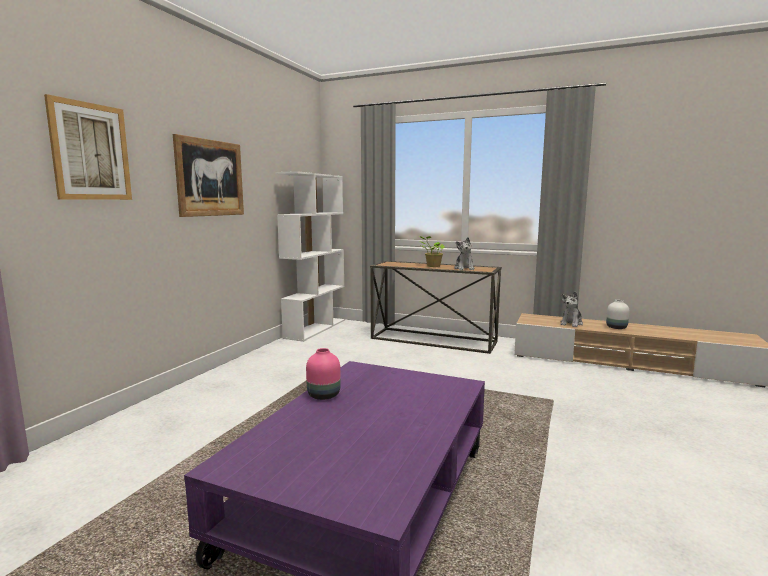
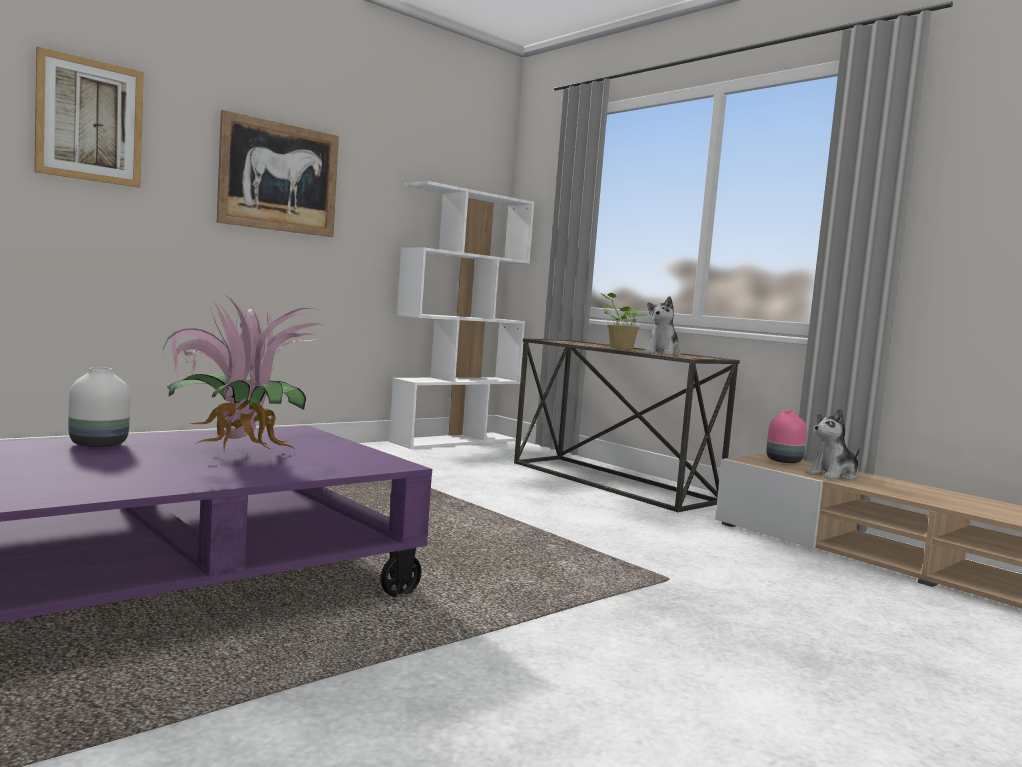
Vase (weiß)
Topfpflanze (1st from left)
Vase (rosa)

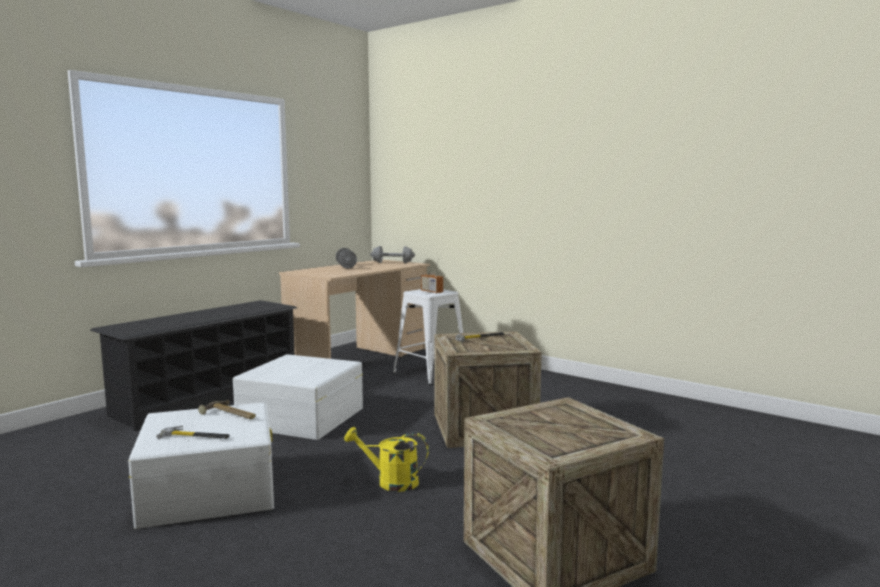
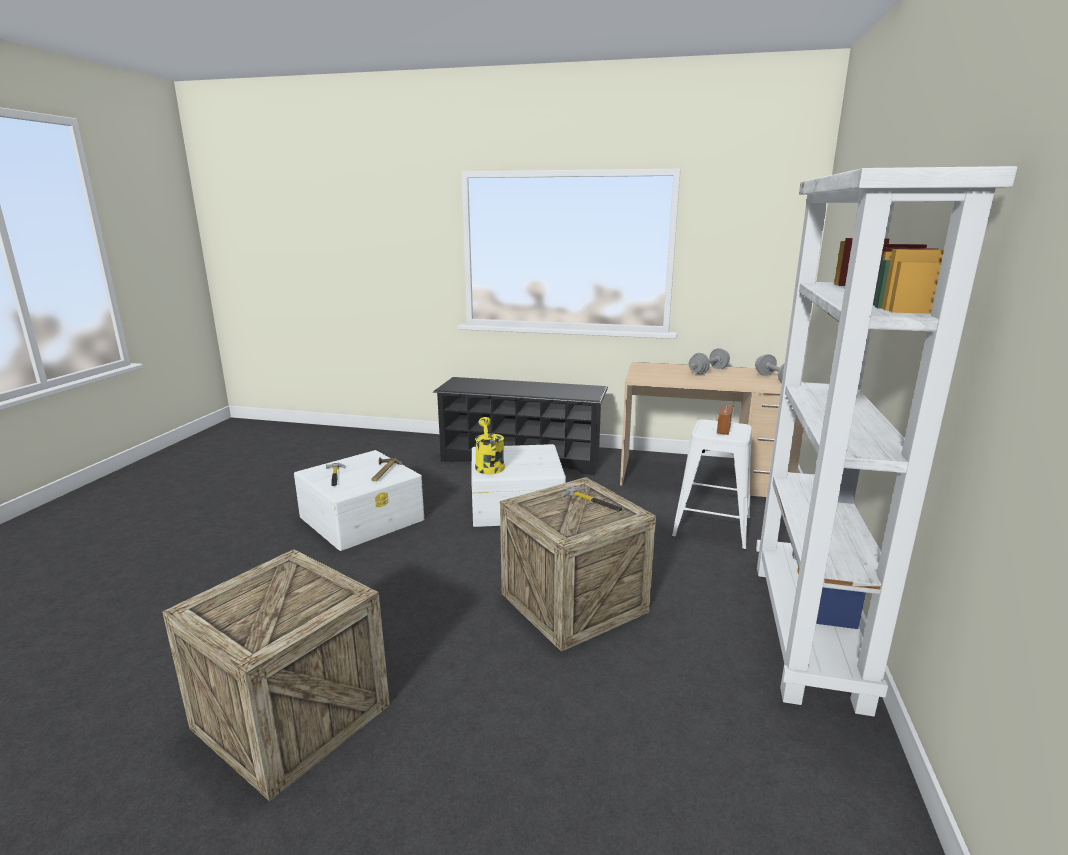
Gießkanne (gelb)
Bücherregal (weiß)

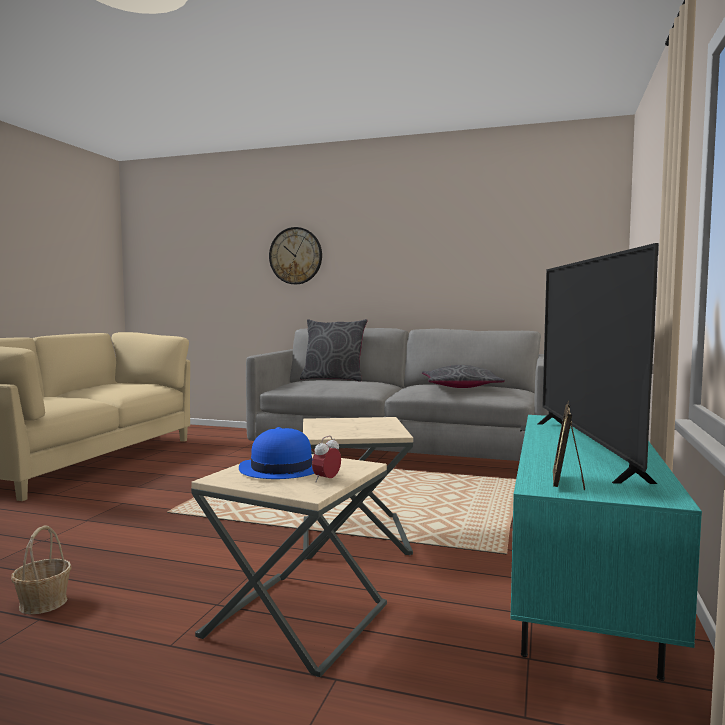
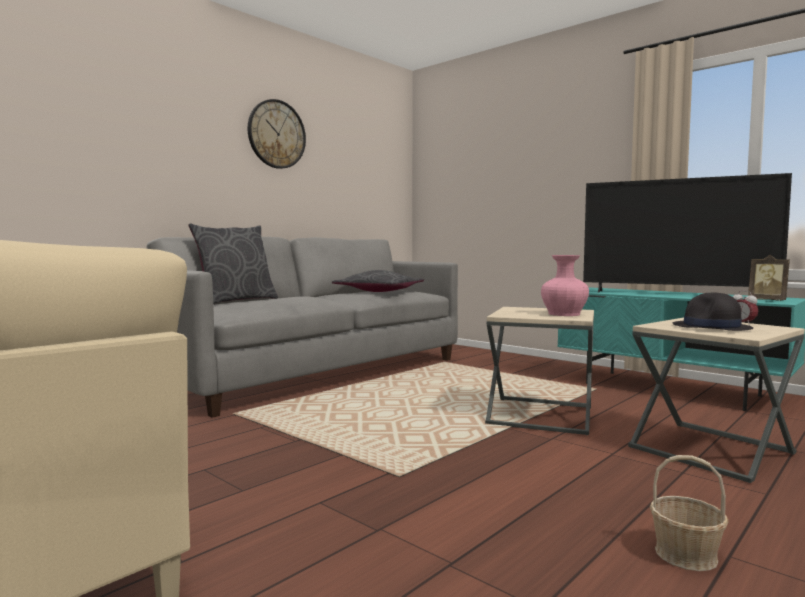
Wanduhr
Vase (rosa)
Hut (schwarz)

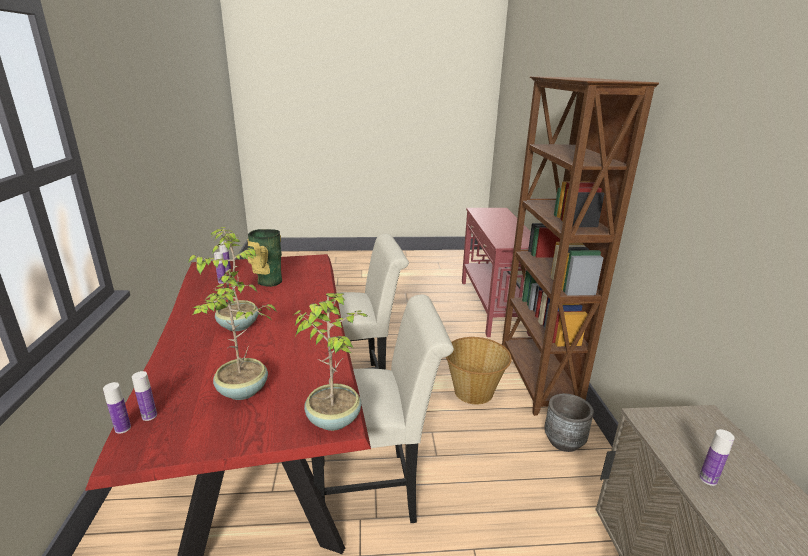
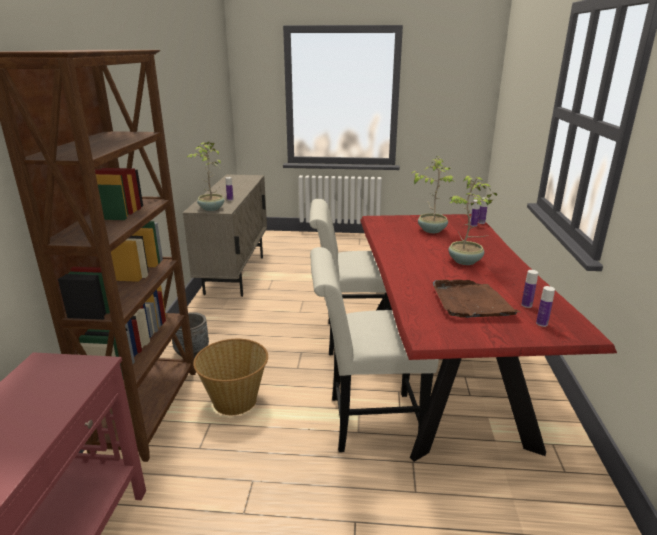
Topfpflanze (1st from left)
Tablett (braun)

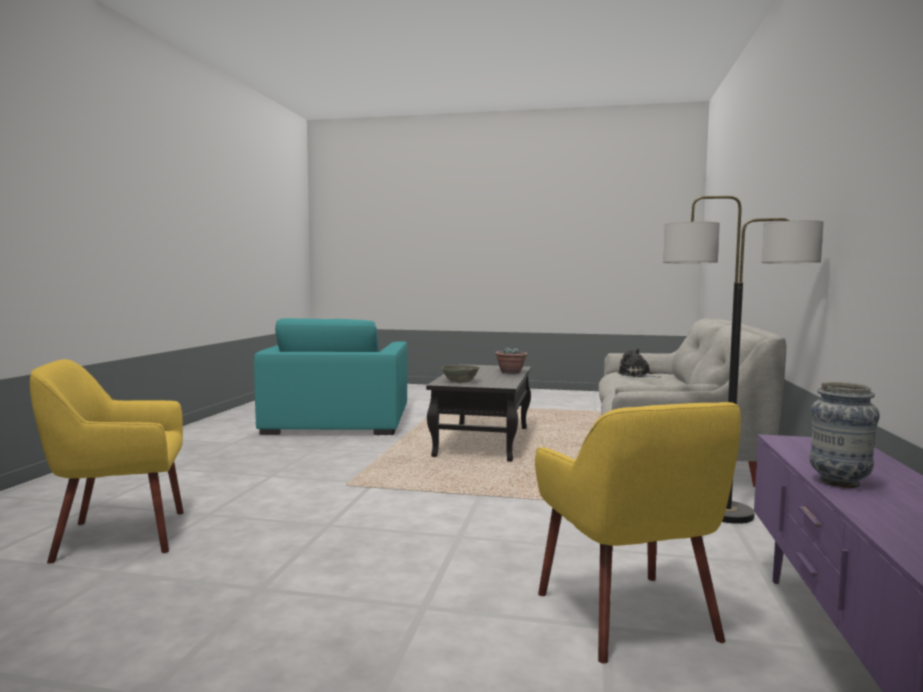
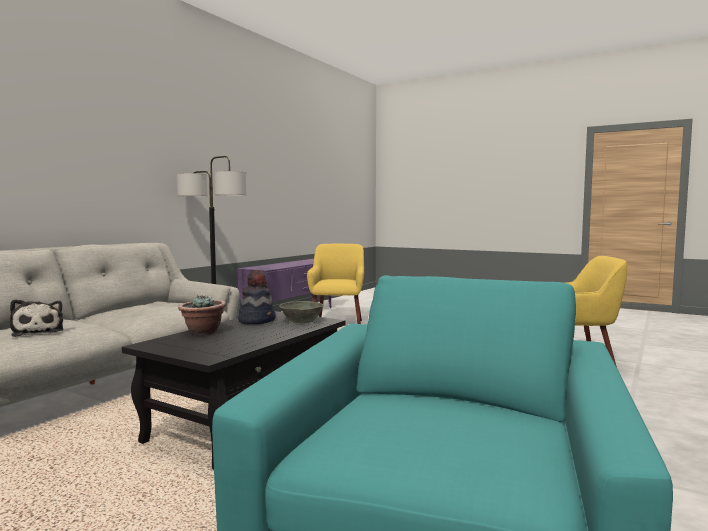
Hut
Vase

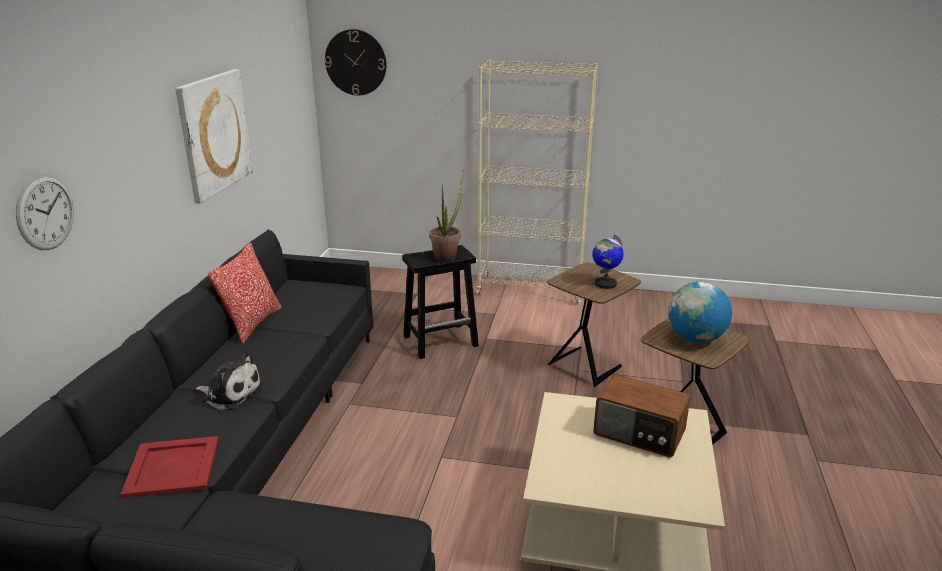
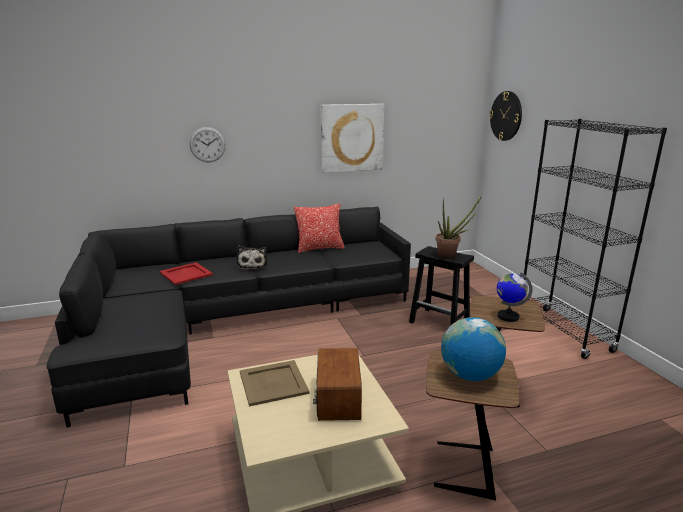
Tablett (beige)
Bücherregal (schwarz)

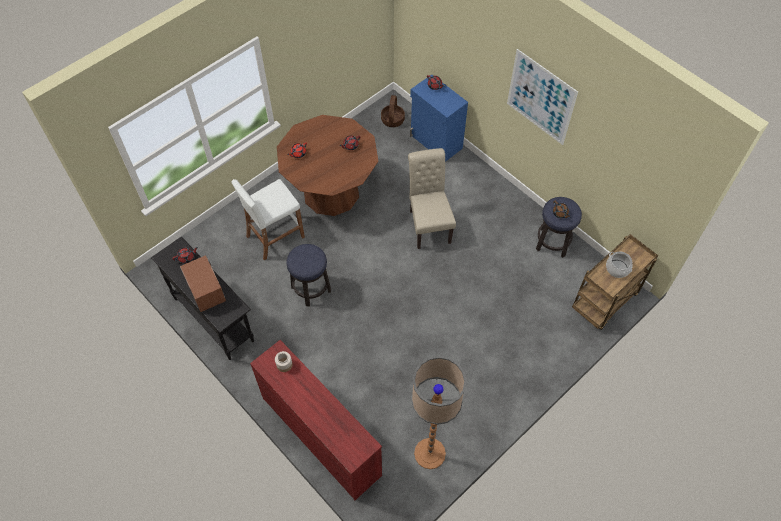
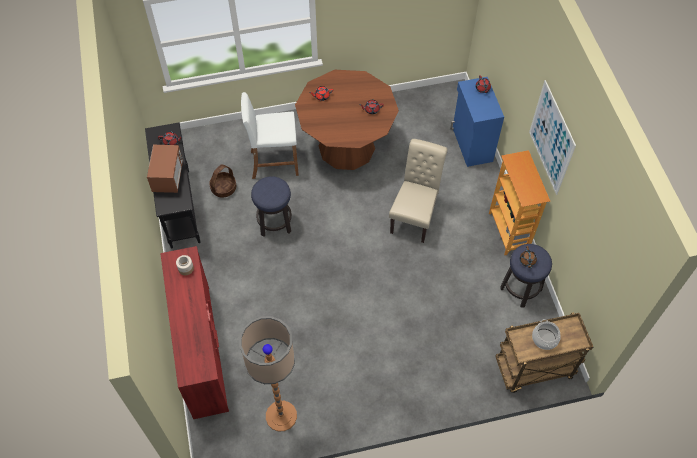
Korb
Bücherregal

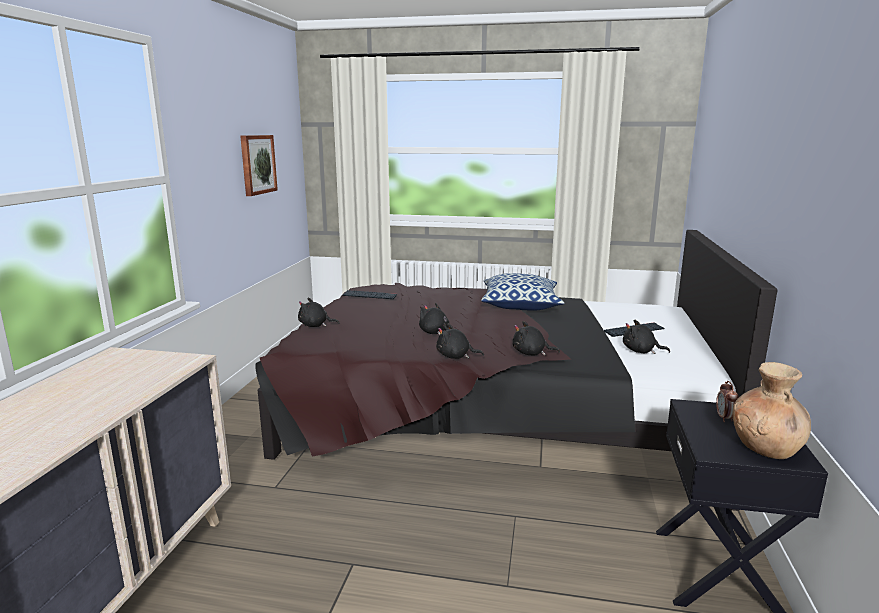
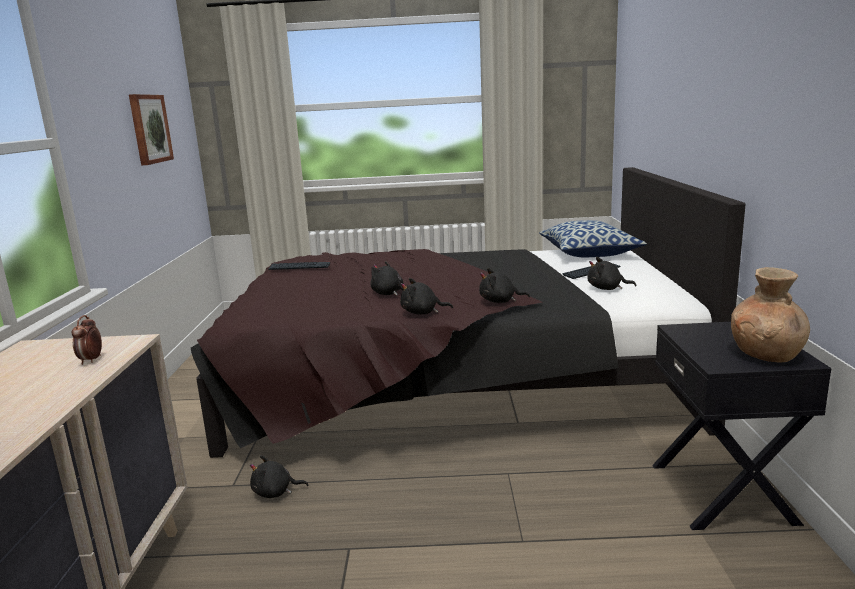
Wecker
Plüschtier (schwarz) (1st from left)
Kissen

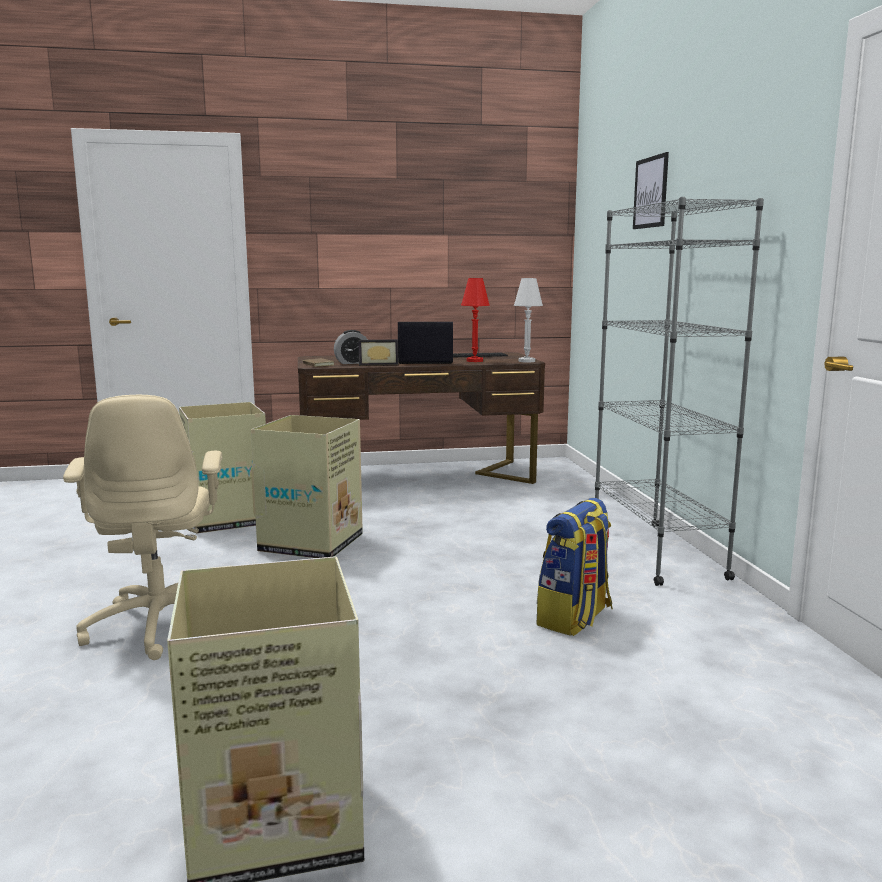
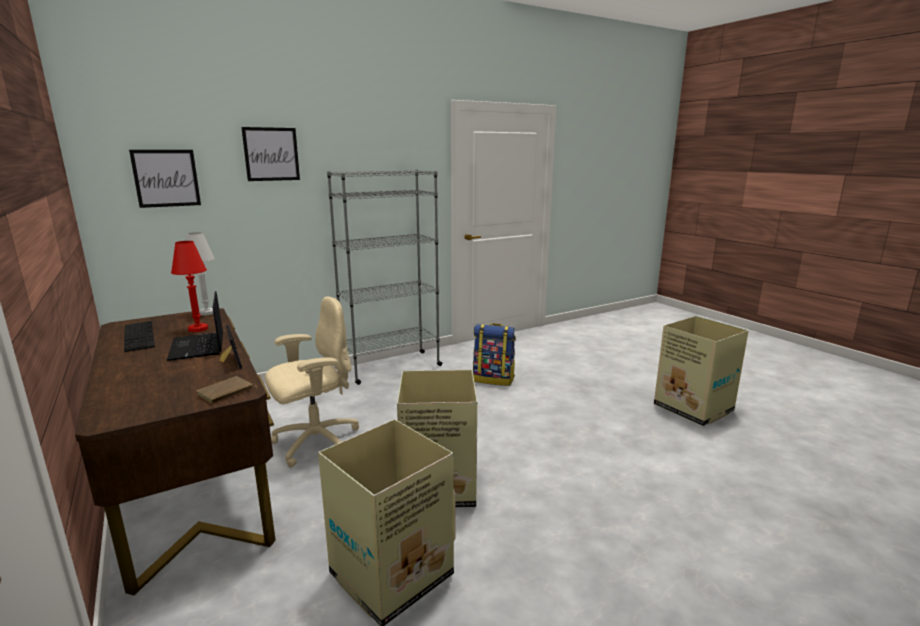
Bild (1st from left)
Bürostuhl (beige)
Wecker

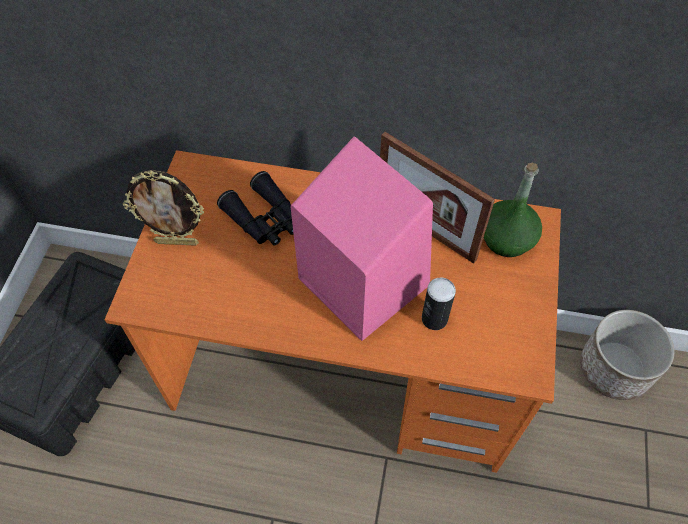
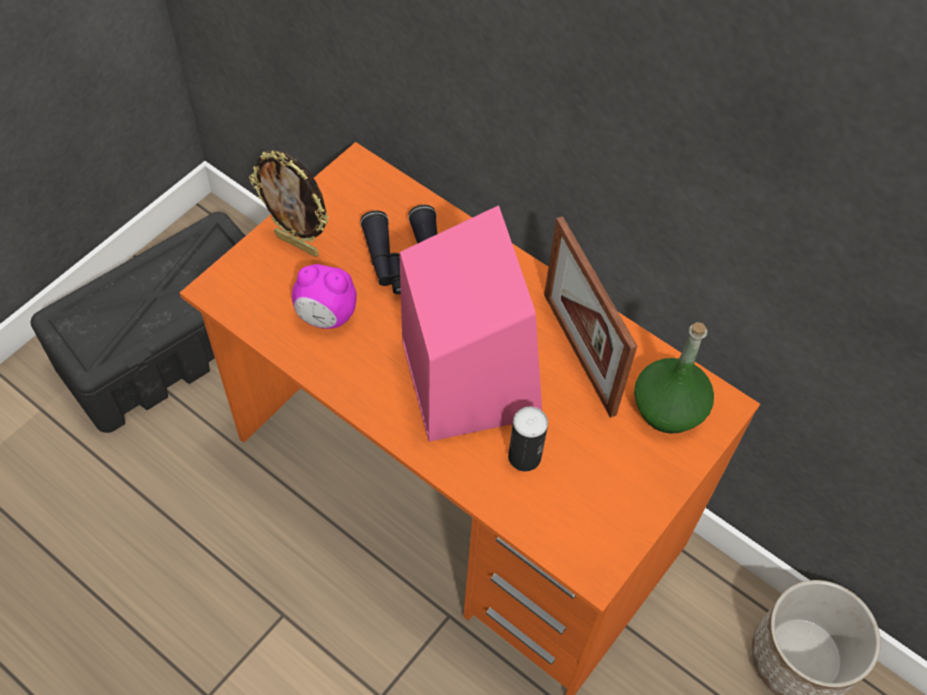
Wecker

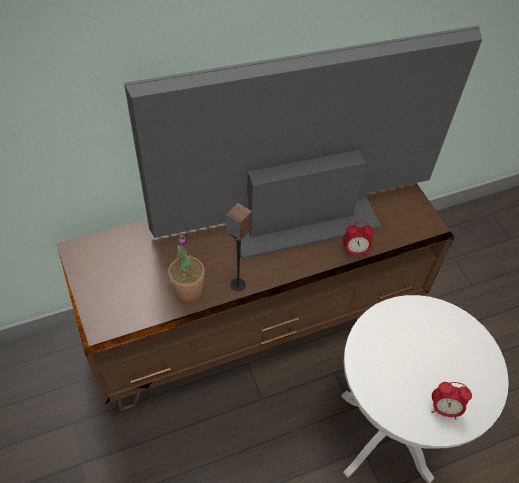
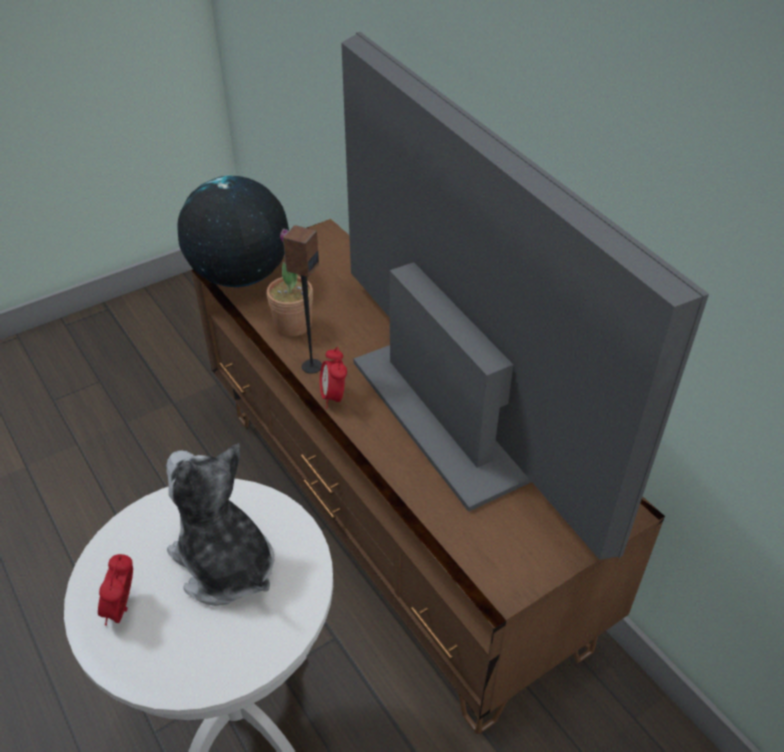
Plüschtier
Globus
Wecker (2nd from left)

